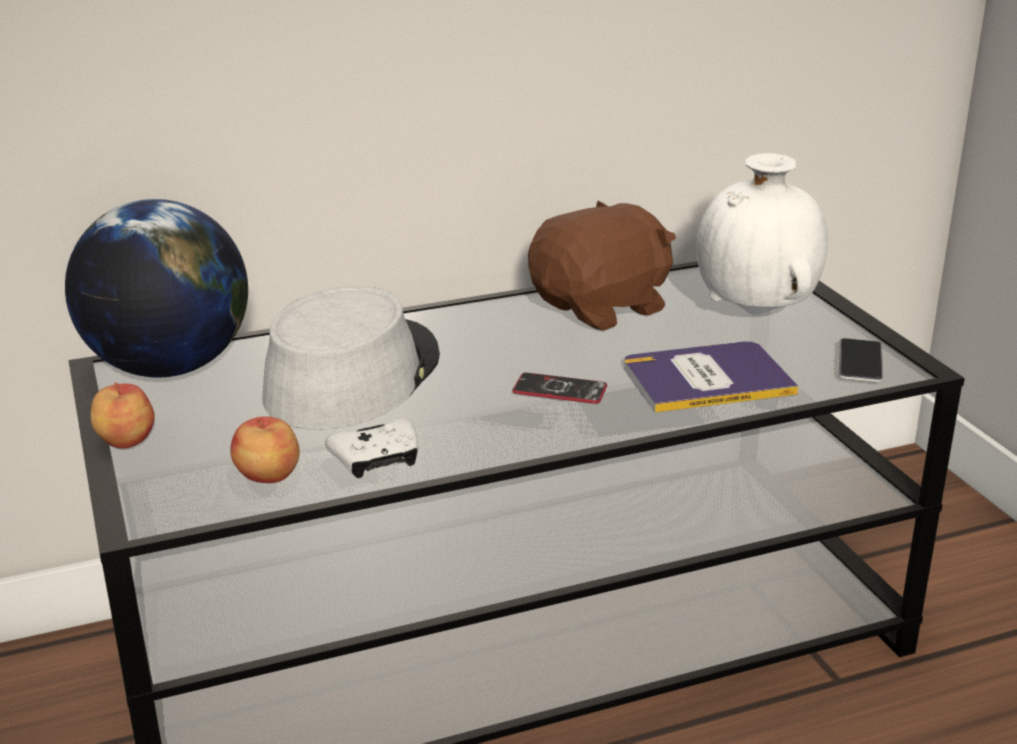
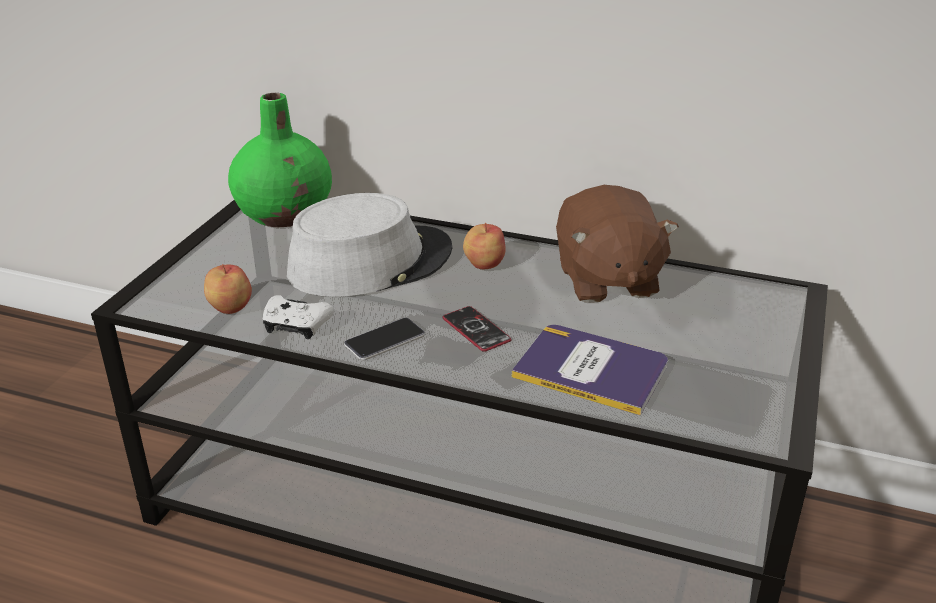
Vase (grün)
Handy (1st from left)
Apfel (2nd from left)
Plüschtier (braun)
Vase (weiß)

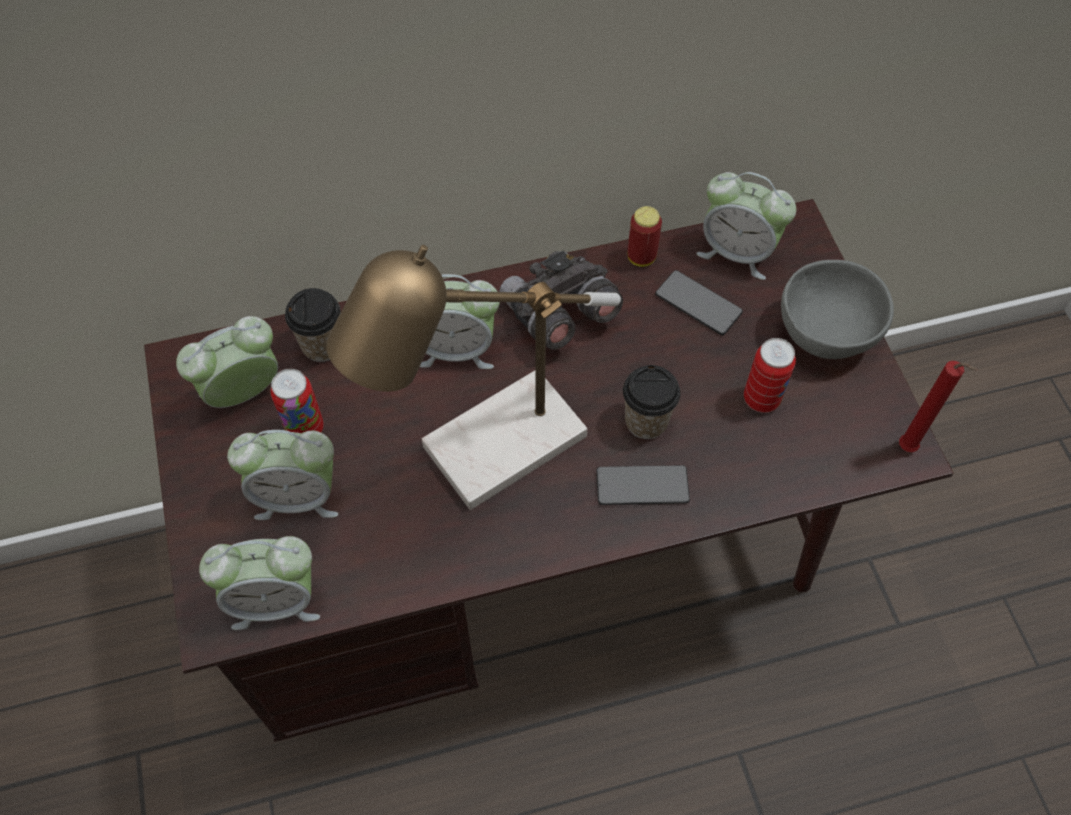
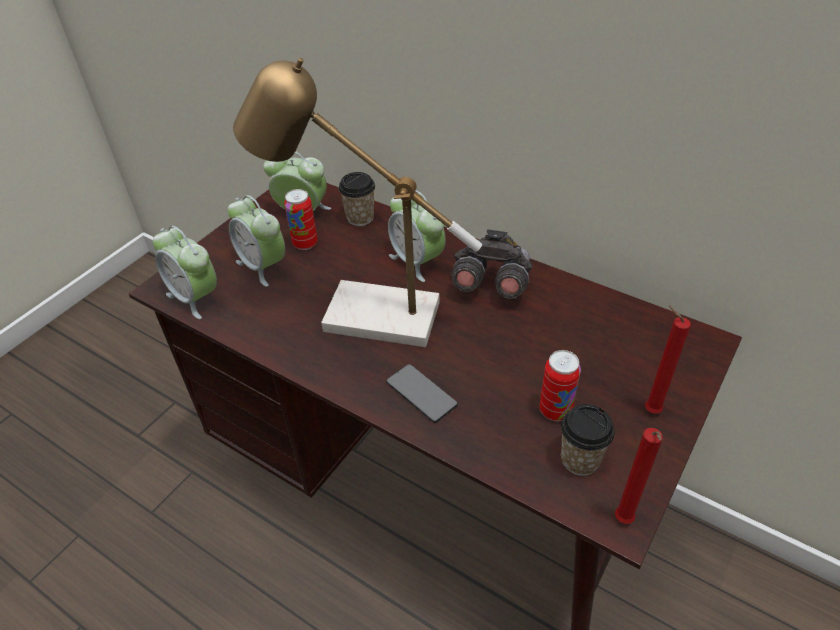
Tasse (2nd from left)
Kerze (rot) (2nd from left)
Dose (2nd from left in the first image)
Handy (2nd from left in the first image)
Wecker (5th from left in the first image)

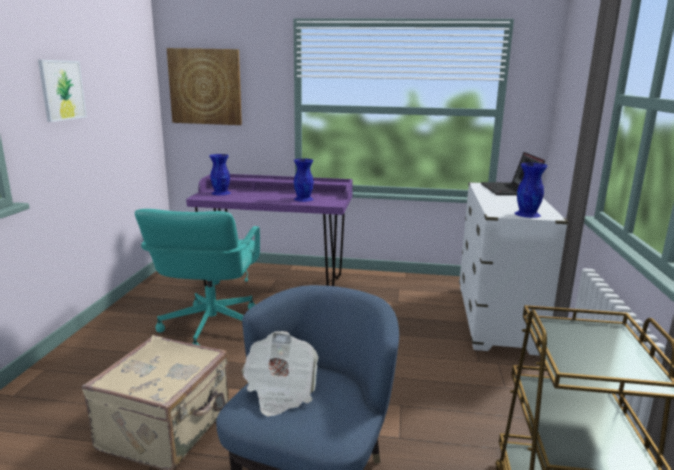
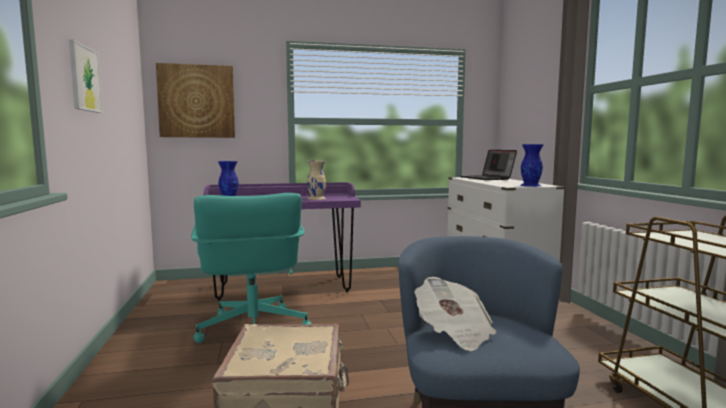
Vase (beige)

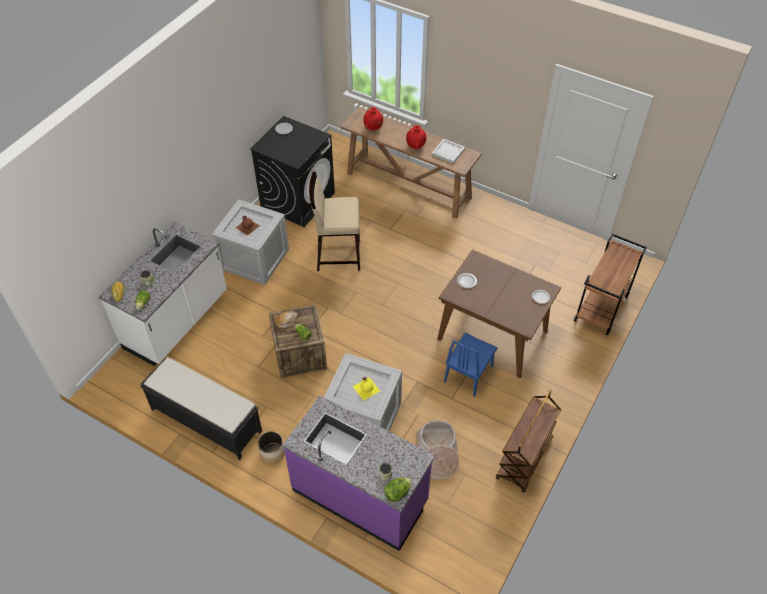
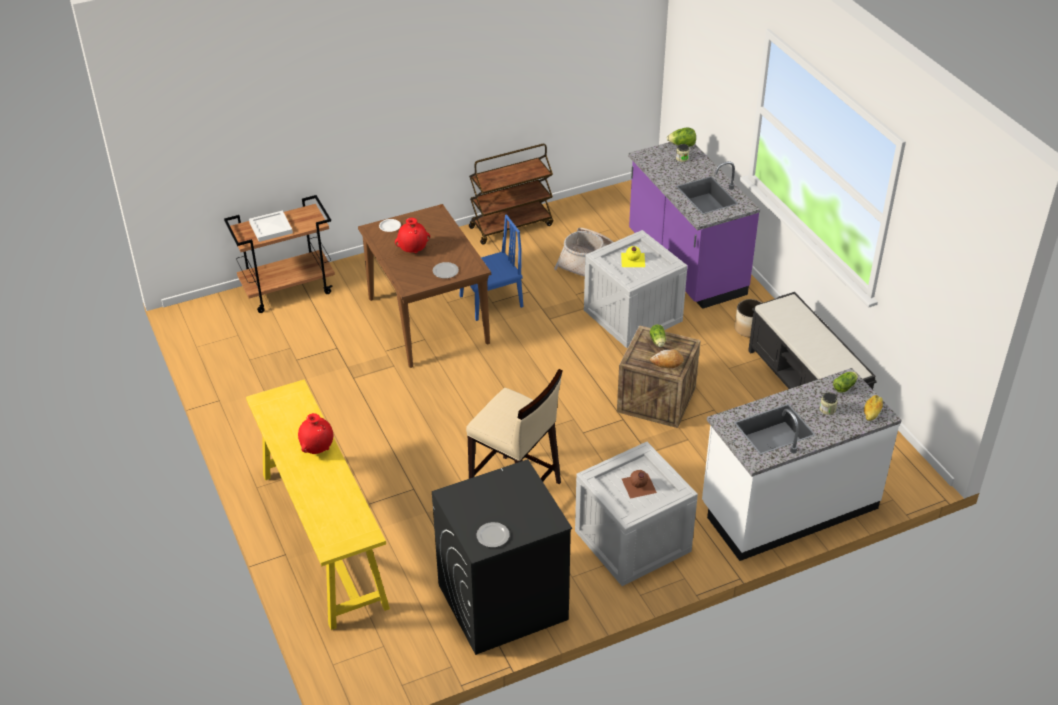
Konsolentisch (gelb)
Tablett (weiß)
Vase (rot) (2nd from left)

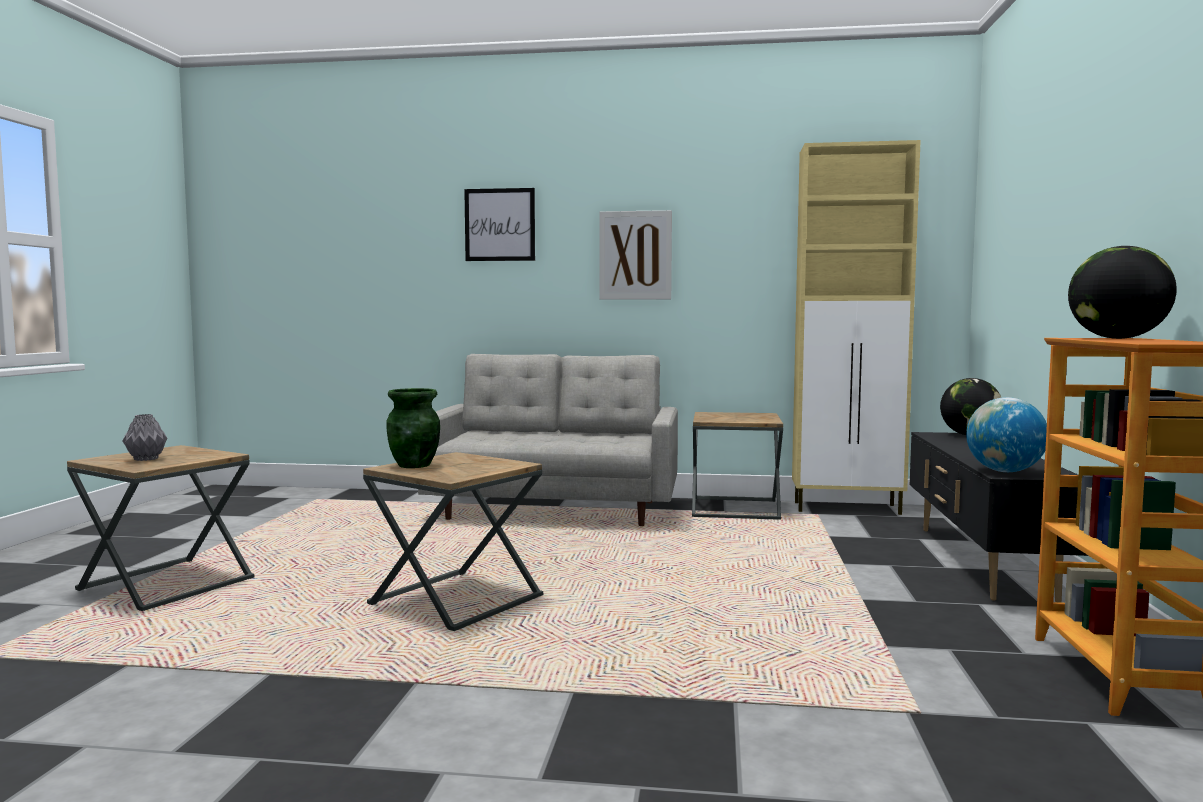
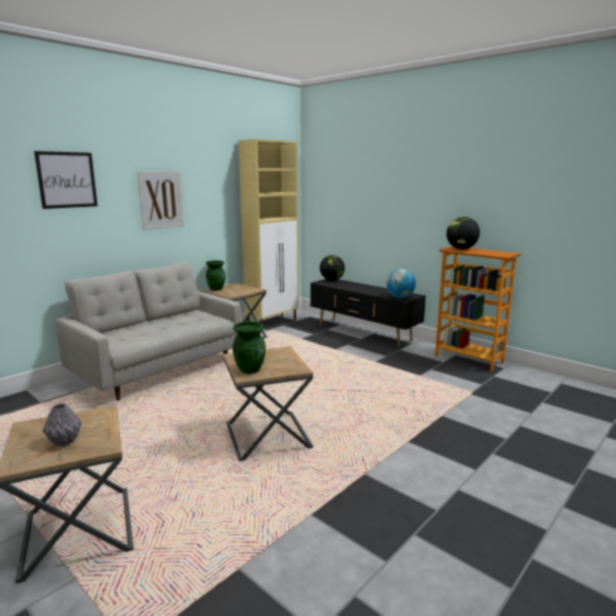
Vase (grün) (1st from left)

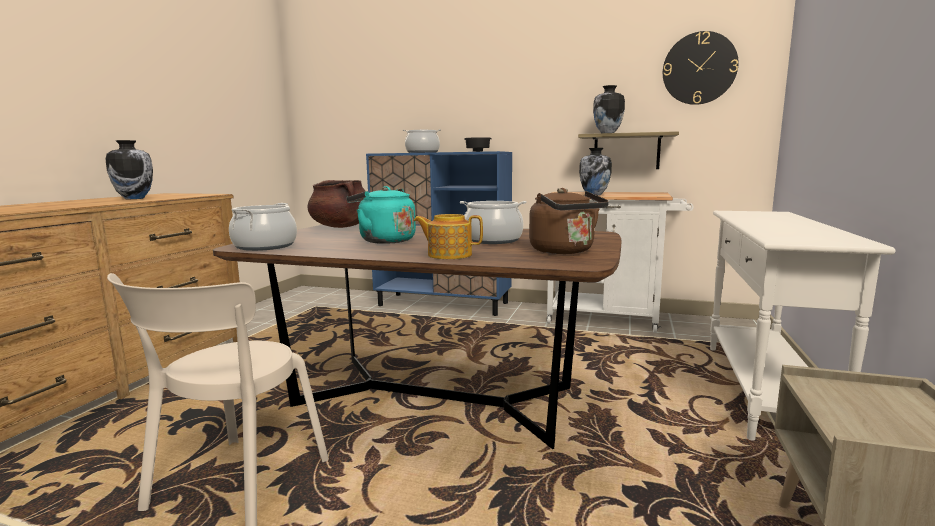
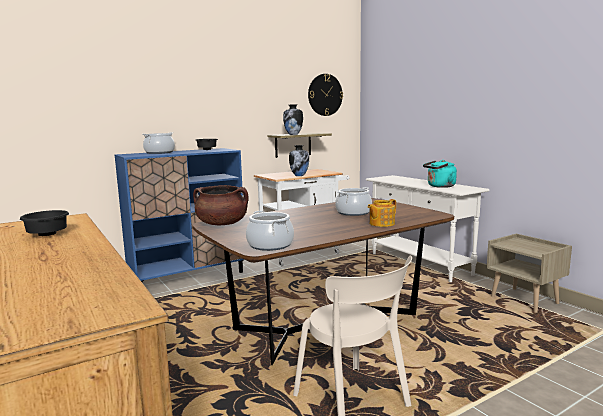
Schüssel (schwarz) (1st from left)
Wasserkessel (türkis)
Wasserkessel (braun)

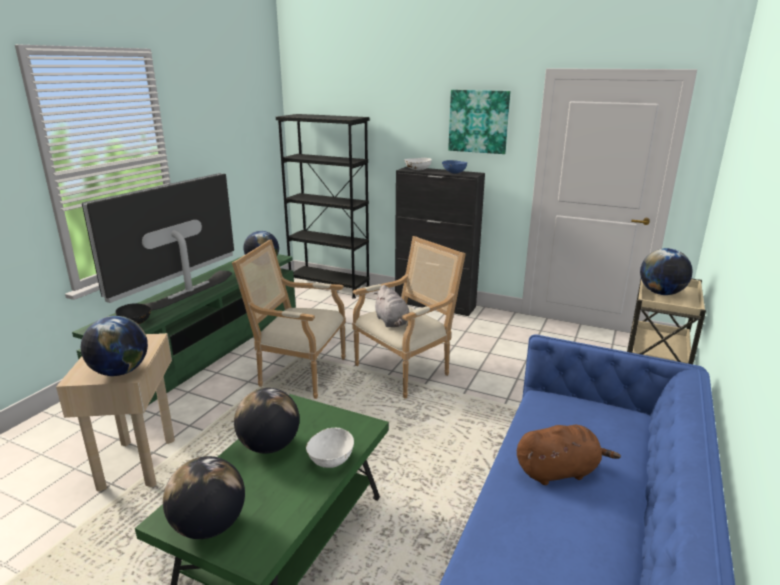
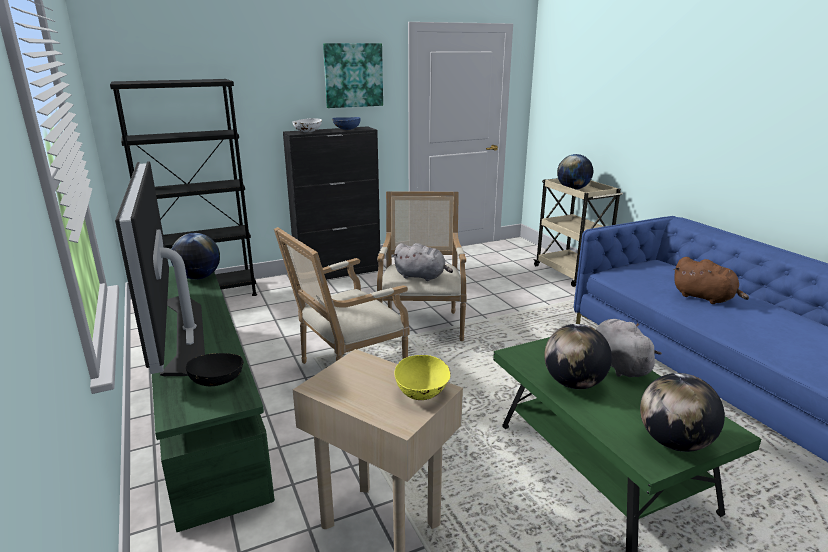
Schüssel (gelb)
Plüschtier (grau) (2nd from left)
Plüschtier (braun)

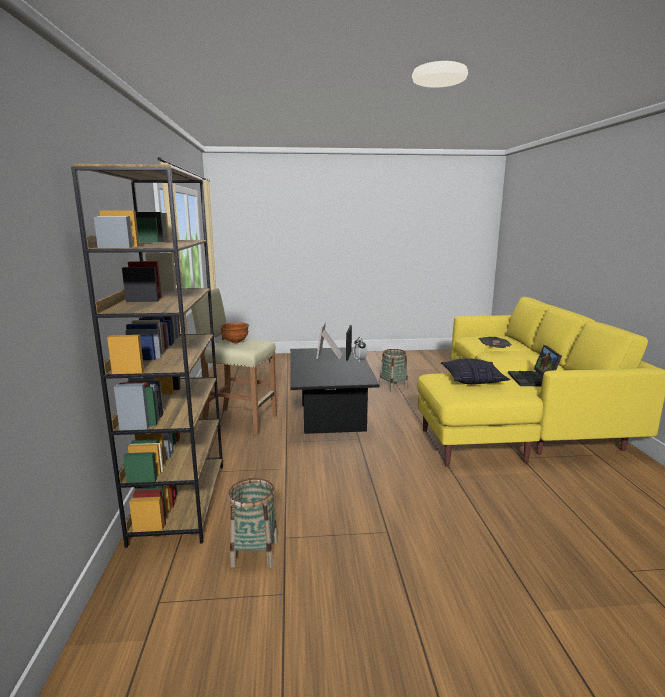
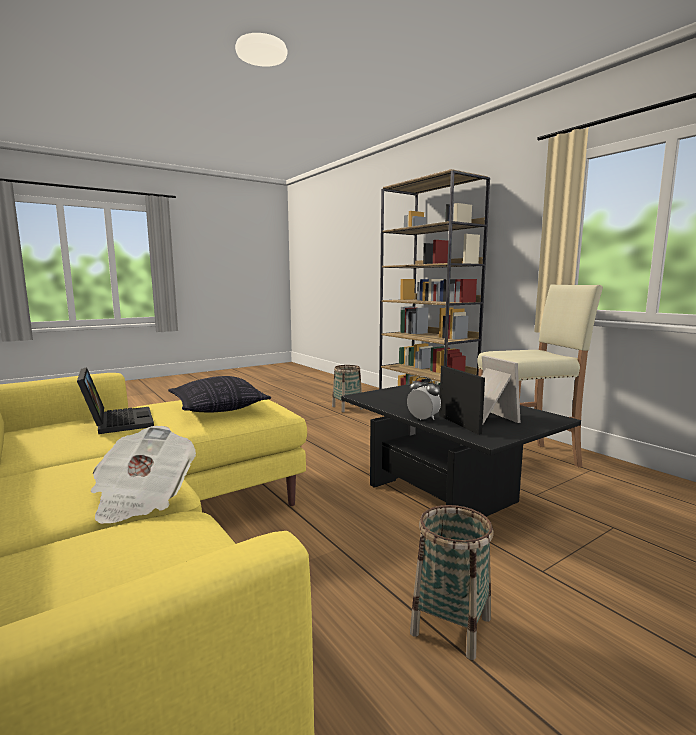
Schüssel (braun)

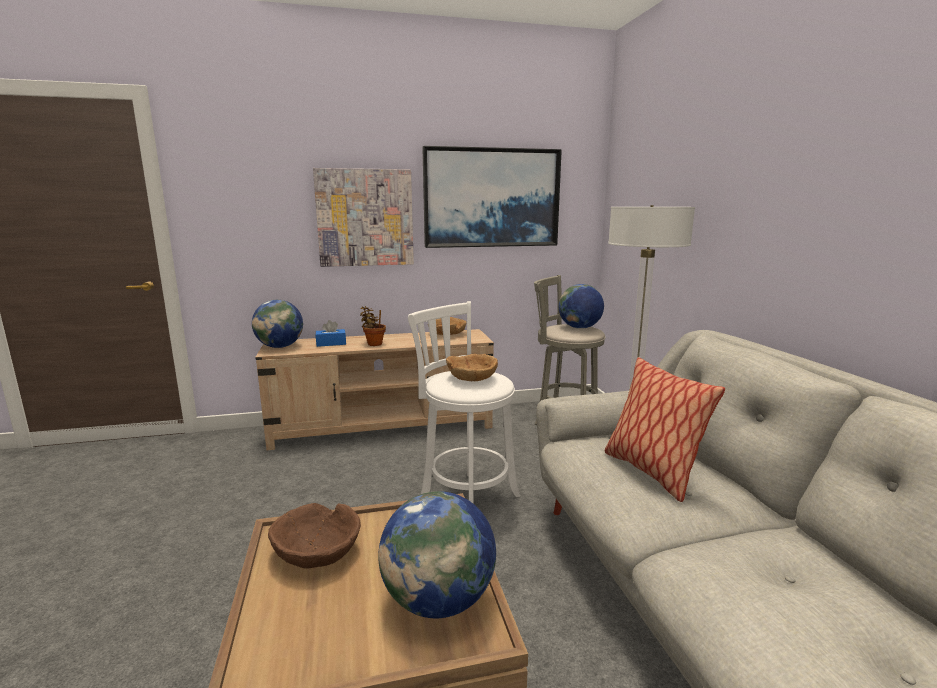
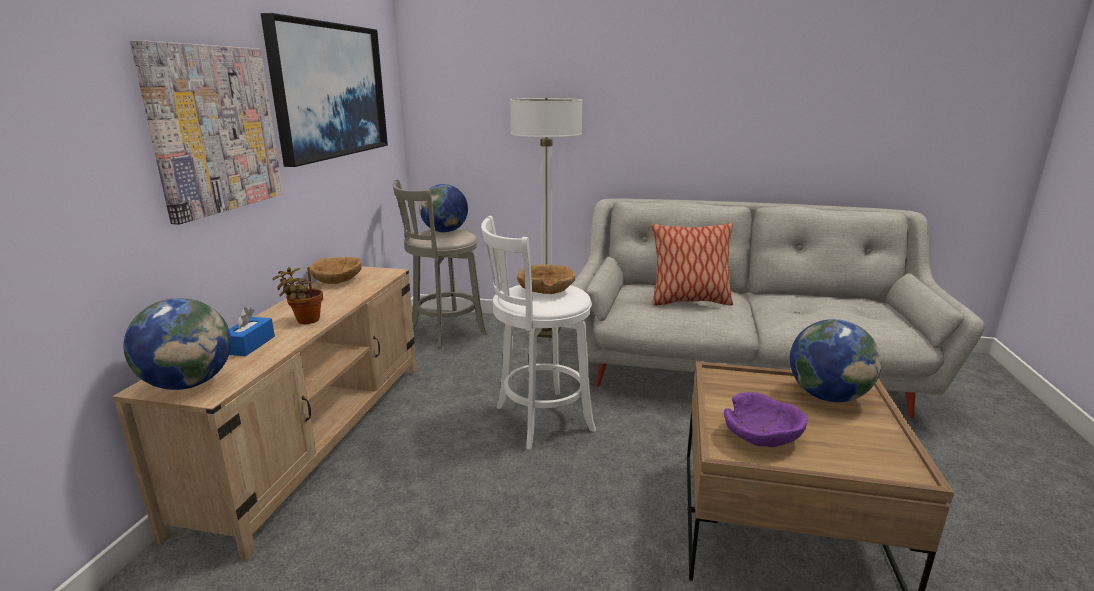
Schüssel (lila)

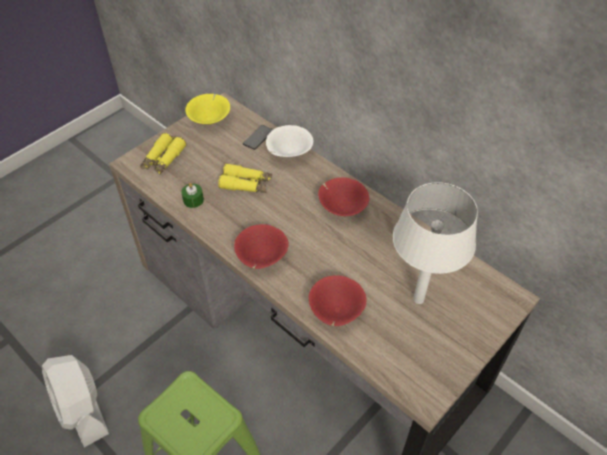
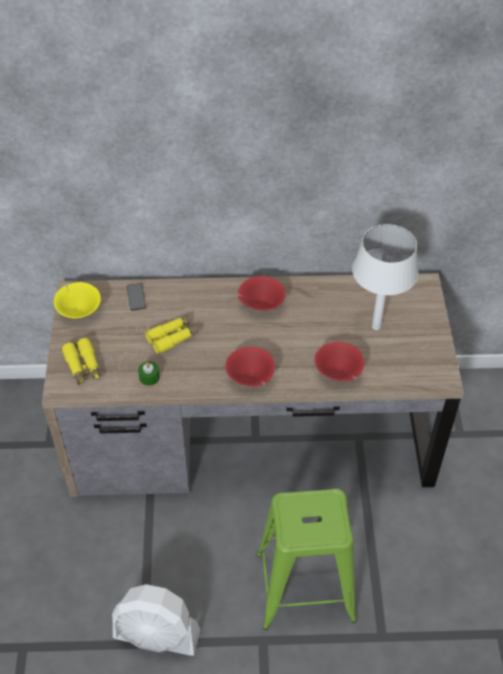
Schüssel (weiß)

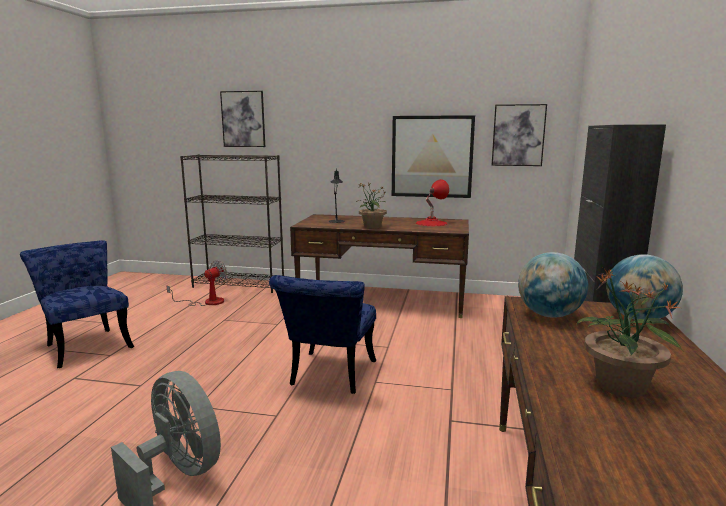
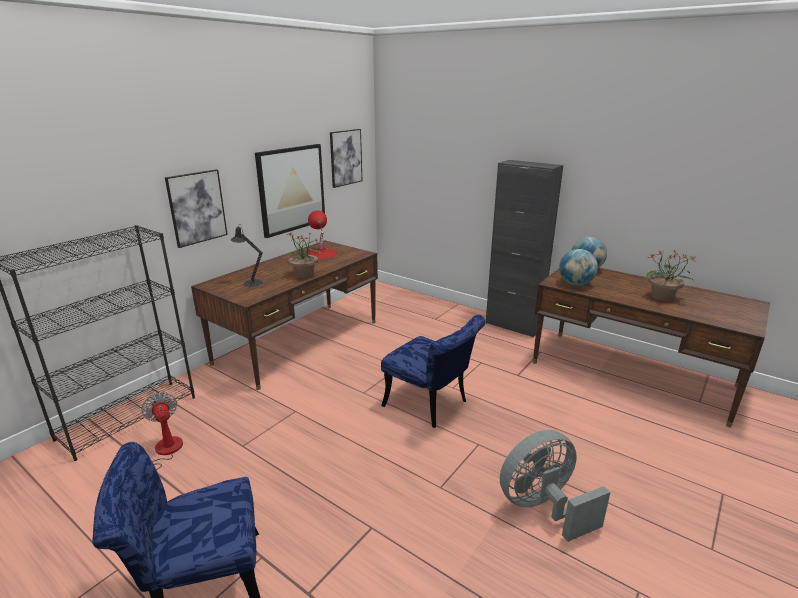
Bild (1st from left)

